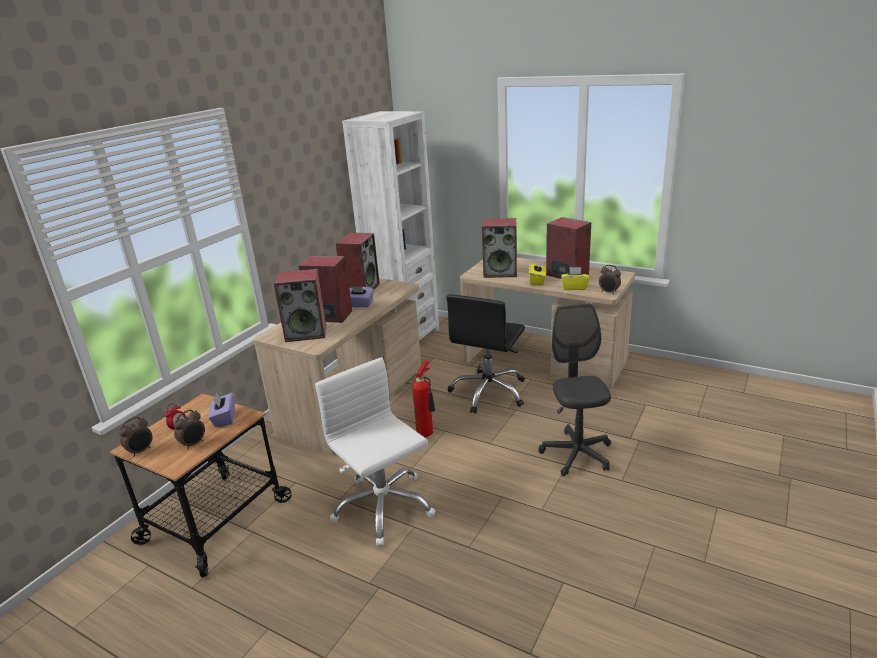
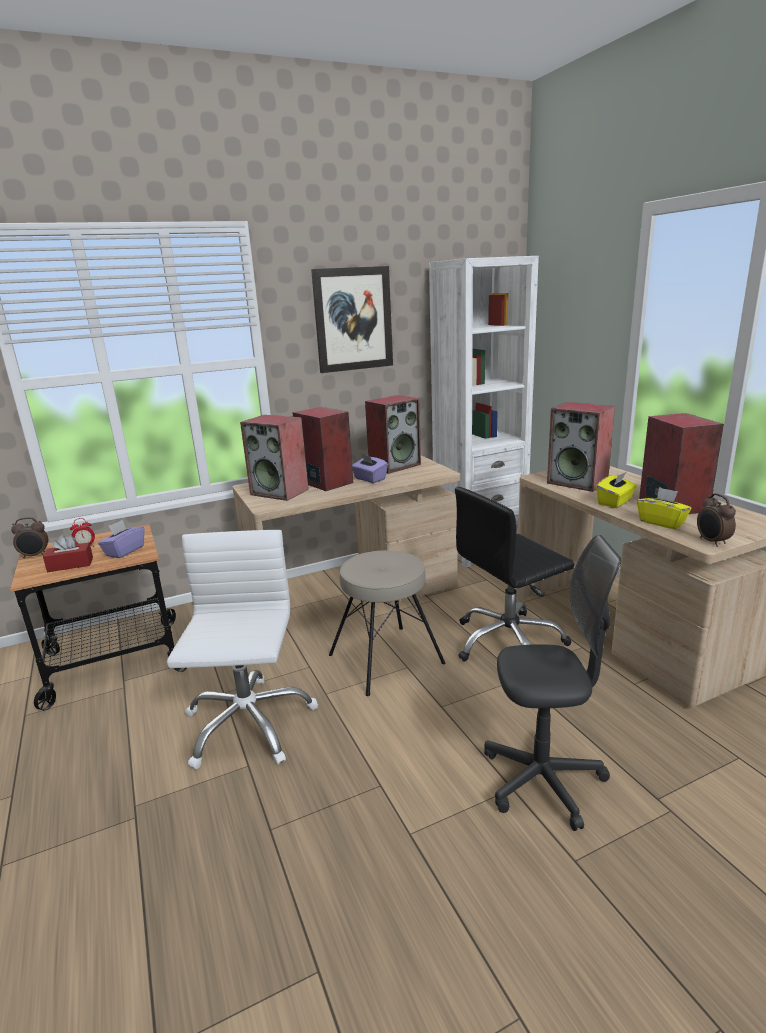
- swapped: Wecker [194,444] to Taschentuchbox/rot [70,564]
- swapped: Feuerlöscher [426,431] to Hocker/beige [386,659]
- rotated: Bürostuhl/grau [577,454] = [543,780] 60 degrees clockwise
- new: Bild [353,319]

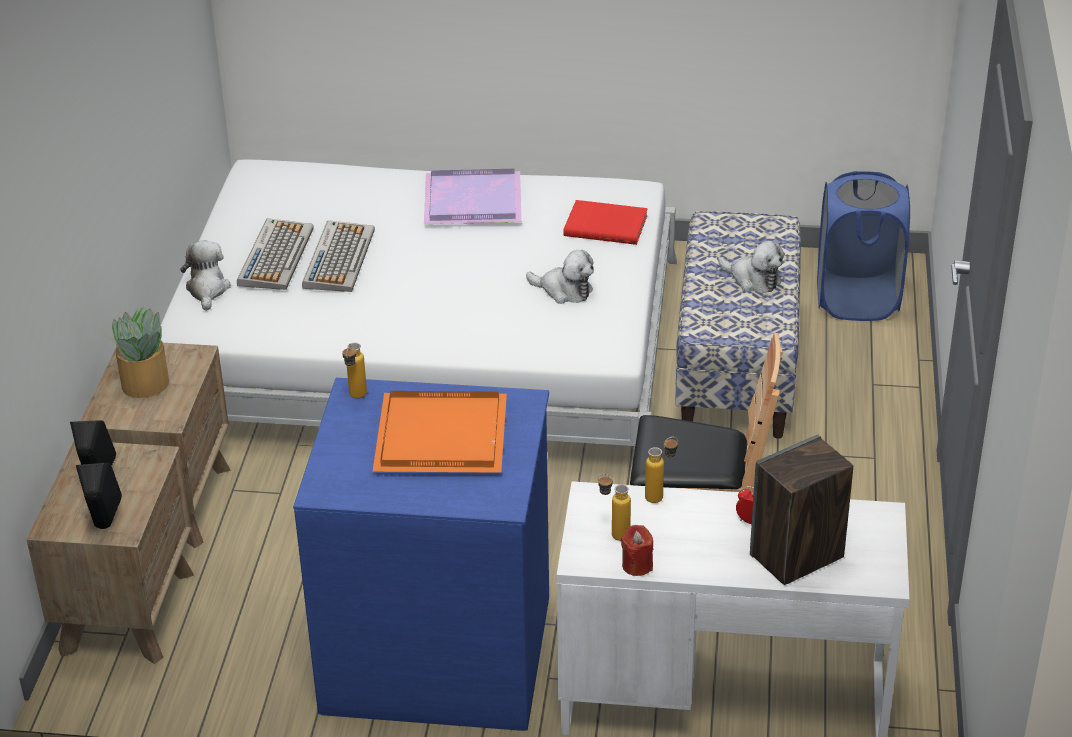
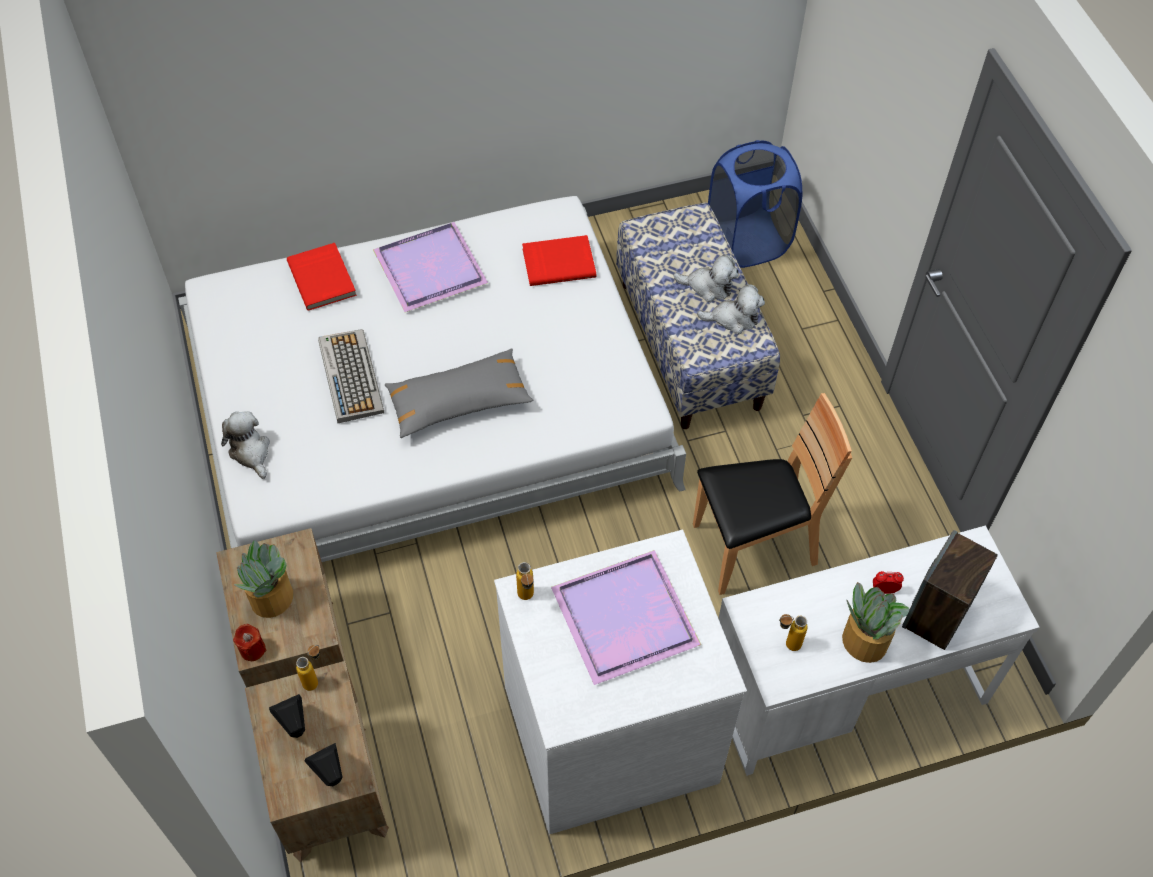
- gone: Tastatur [275,256]
- repainted: Kommode/blau [438,651] to Kommode/weiß [609,730]
- repainted: Tablett/orange [443,438] to Tablett/lila [627,619]
- shifted: Plüschtier [564,291] to [733,318]
- shifted: Kerze/rot [637,565] to [252,649]
- shifted: Flasche [661,496] to [315,679]
- new: Buch/rot [323,278]
- new: Kissen/grau [458,401]
- new: Topfpflanze [864,640]

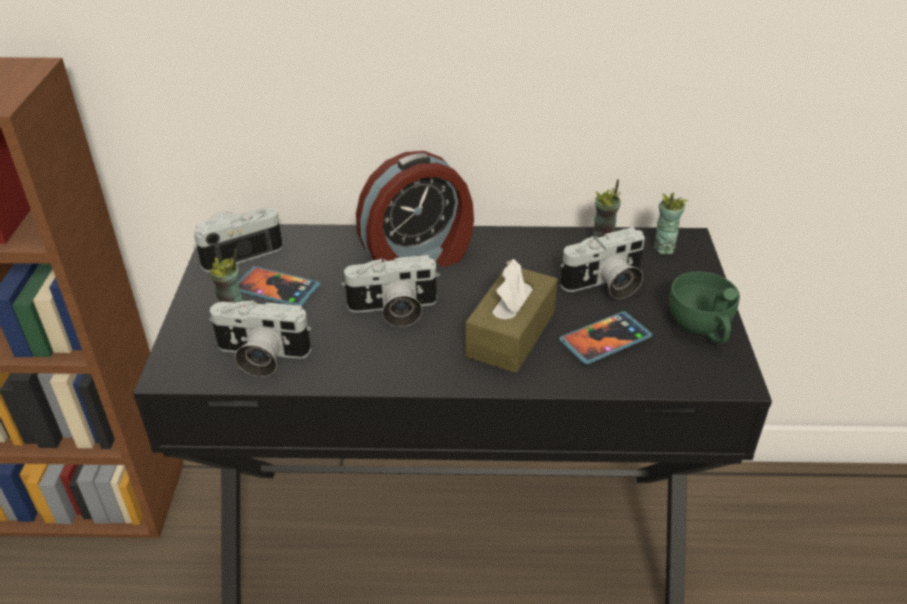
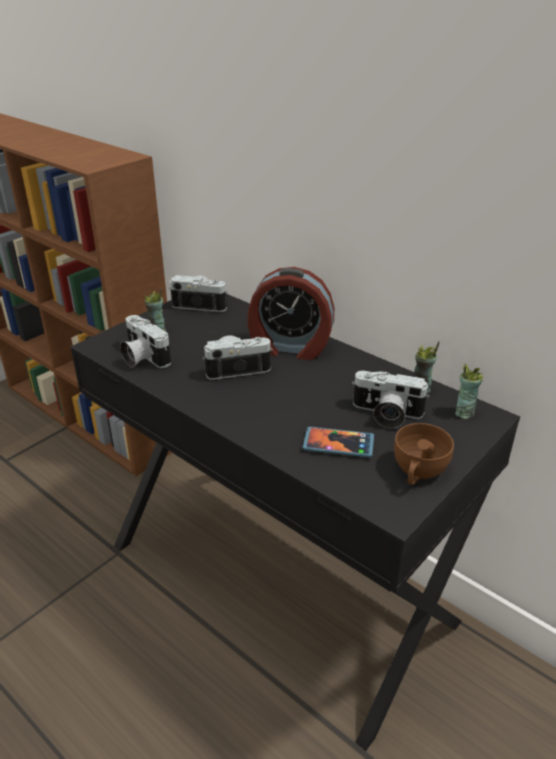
- gone: Handy [276,289]
- rotated: Kamera [393,311] = [237,368] 135 degrees clockwise
- gone: Taschentuchbox/braun [511,334]
- repainted: Tasse/grün [702,328] to Tasse/braun [418,472]

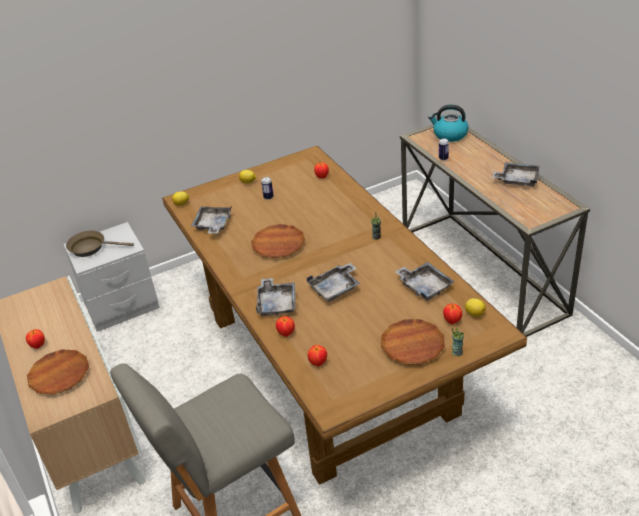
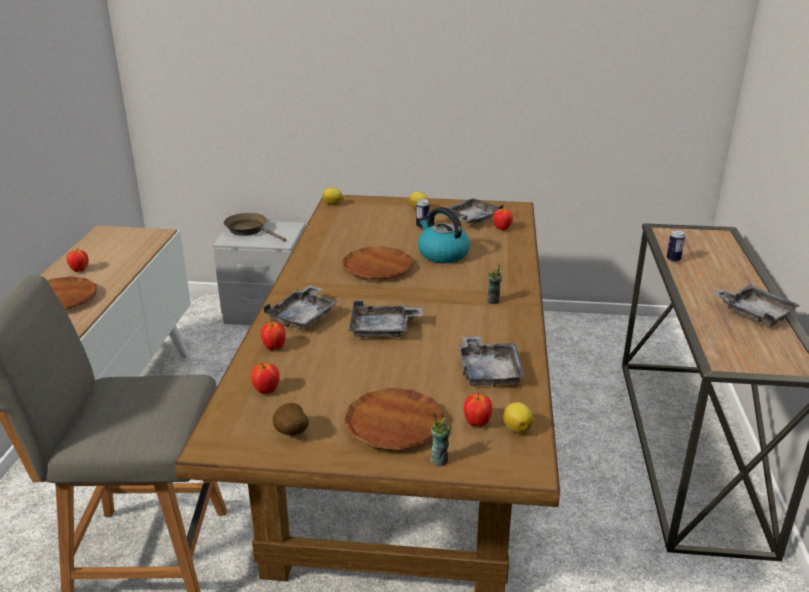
- shifted: Tablett/grau [213,225] to [473,219]
- shifted: Wasserkessel [449,135] to [442,254]
- new: Kartoffel [291,434]

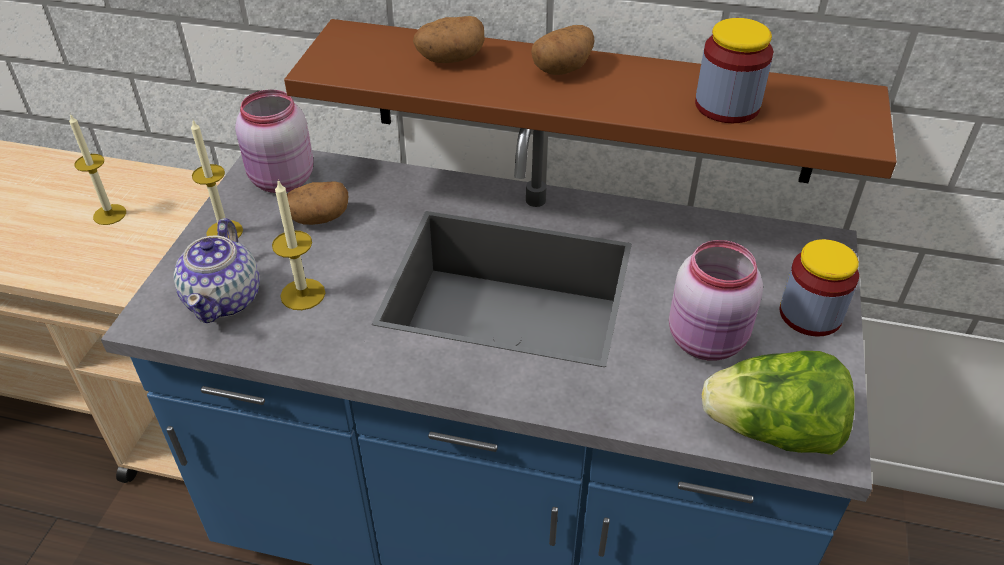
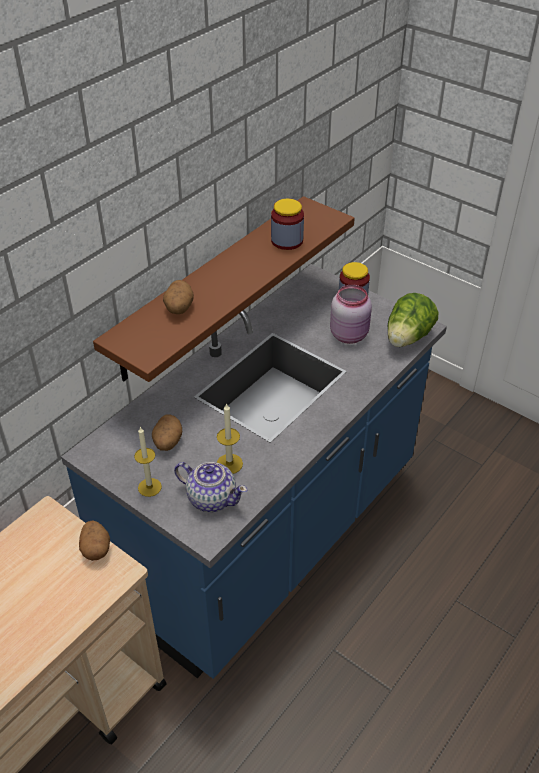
- gone: Kerze [109,214]
- gone: Vorratsglas/rosa [281,181]
- shifted: Kartoffel [563,69] to [96,548]

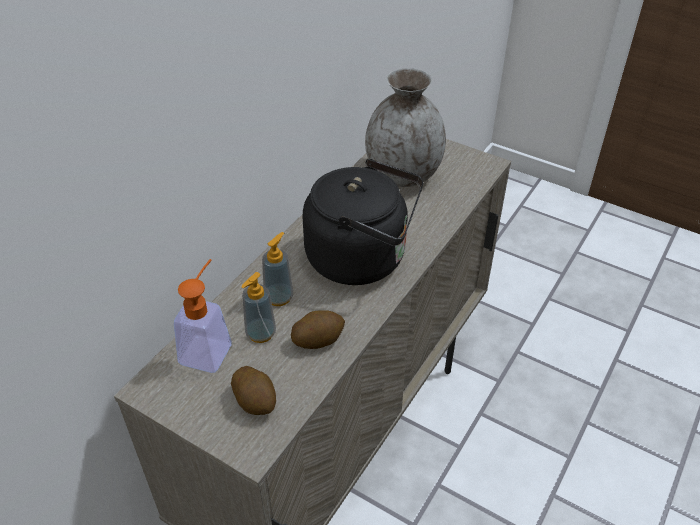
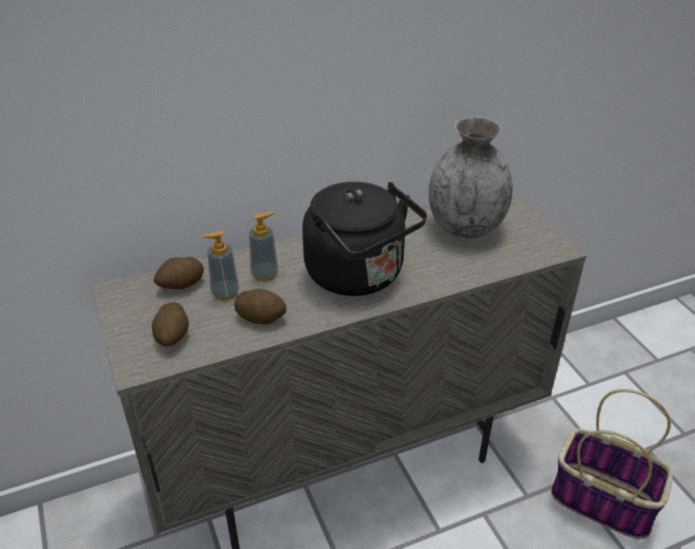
- swapped: Seifenspender [209,347] to Kartoffel [181,285]
- new: Korb [604,501]

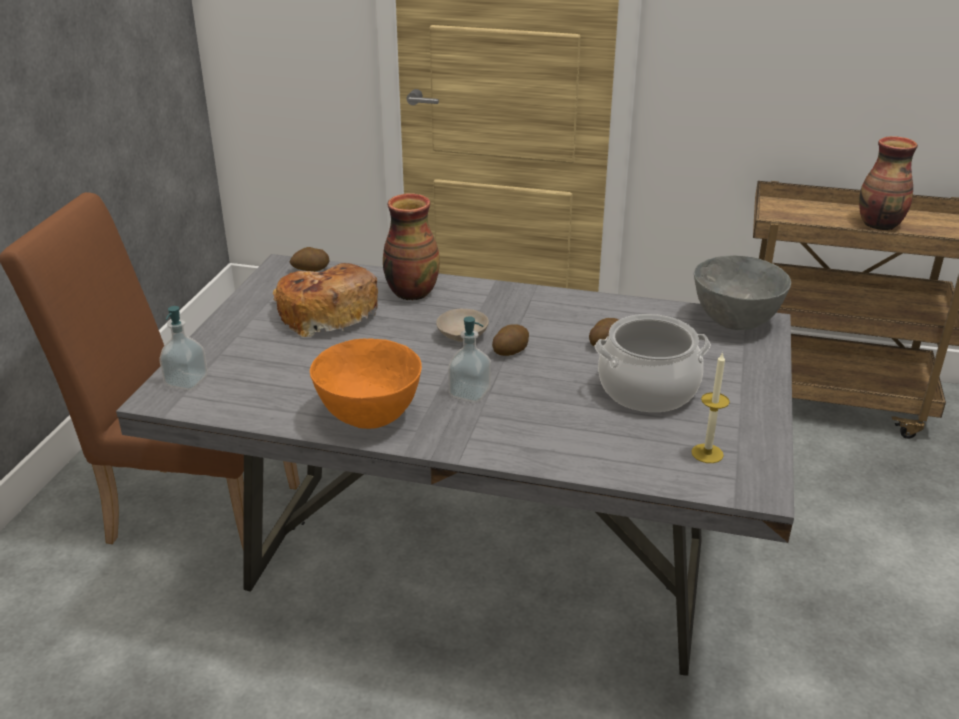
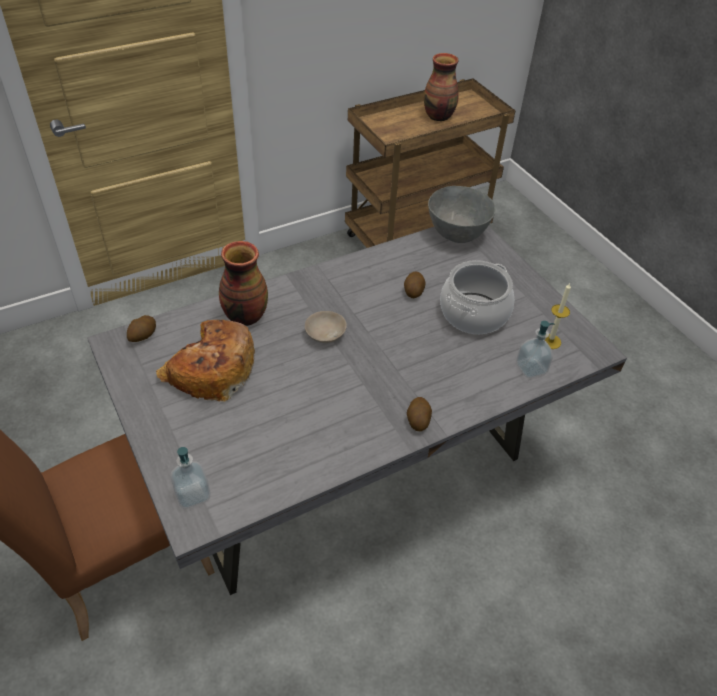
- gone: Schüssel/orange [370,417]
- shifted: Seifenspender [469,393] to [531,368]
- shifted: Kartoffel [510,350] to [418,420]

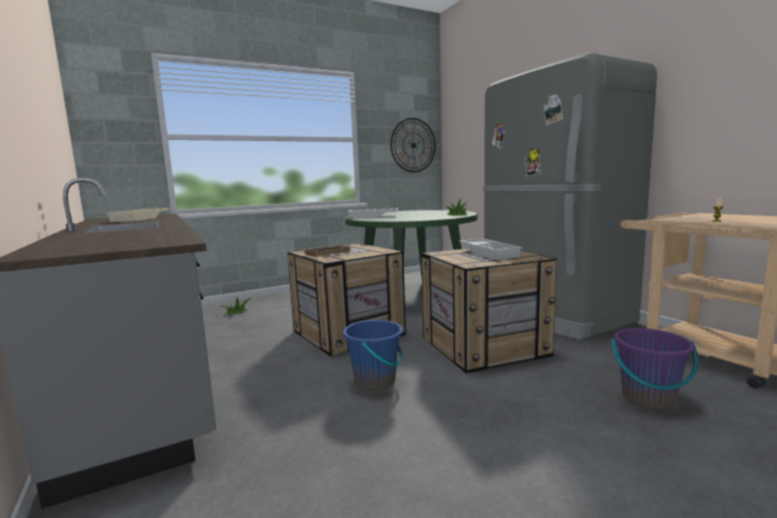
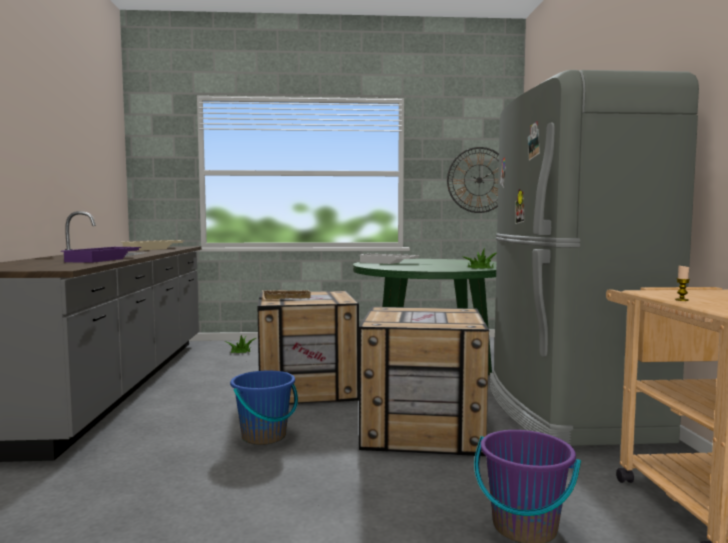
- gone: Tablett/weiß [489,253]
- new: Tablett/lila [104,259]

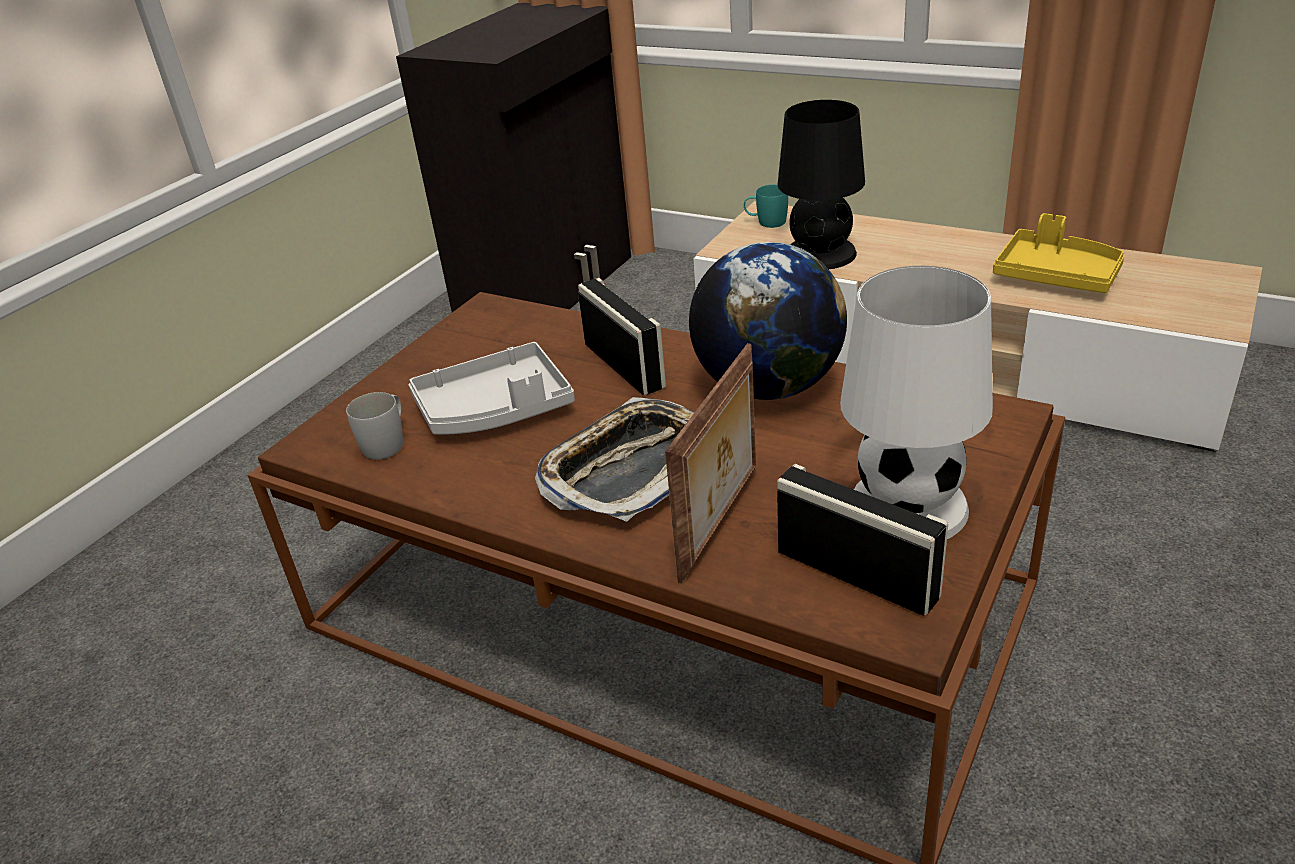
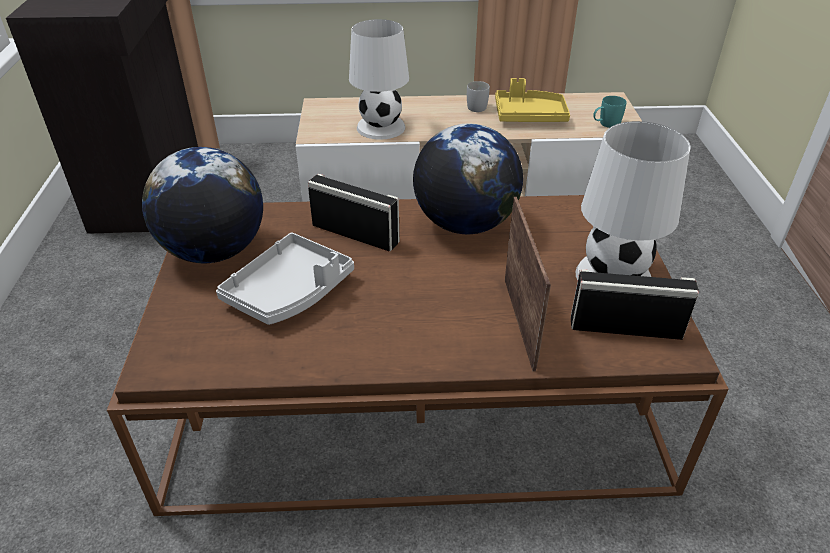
- shifted: Henkelbecher/weiß [387,442] to [475,106]
- gone: Tablett [633,469]
- shifted: Henkelbecher/türkis [766,222] to [605,124]
- repainted: Tischlampe/schwarz [819,254] to Tischlampe/weiß [380,127]
- new: Globus [214,251]

